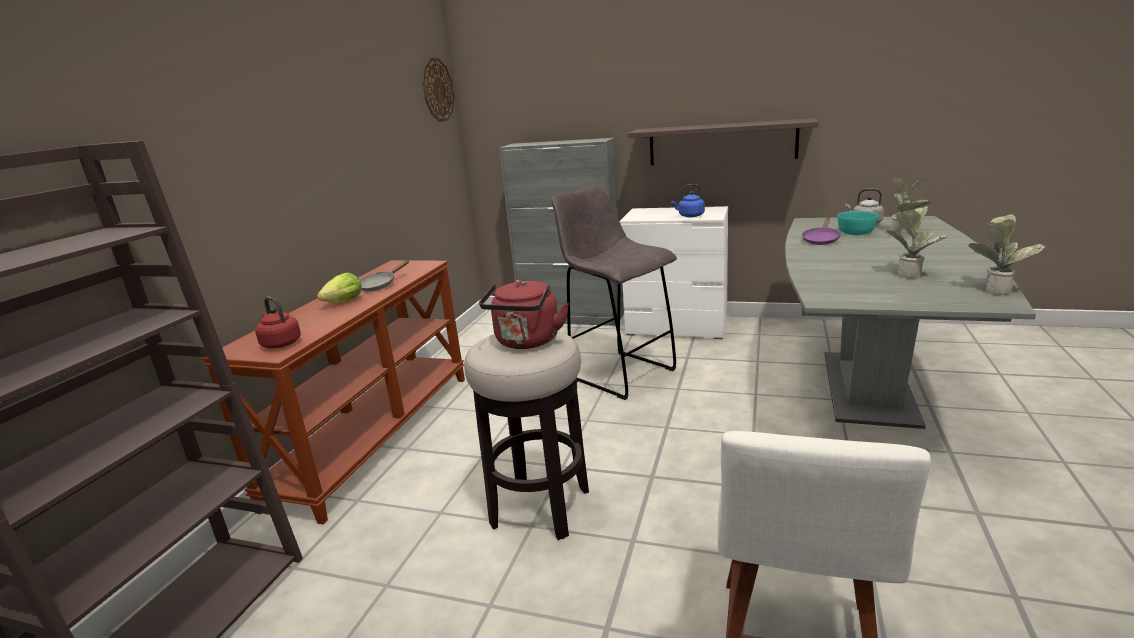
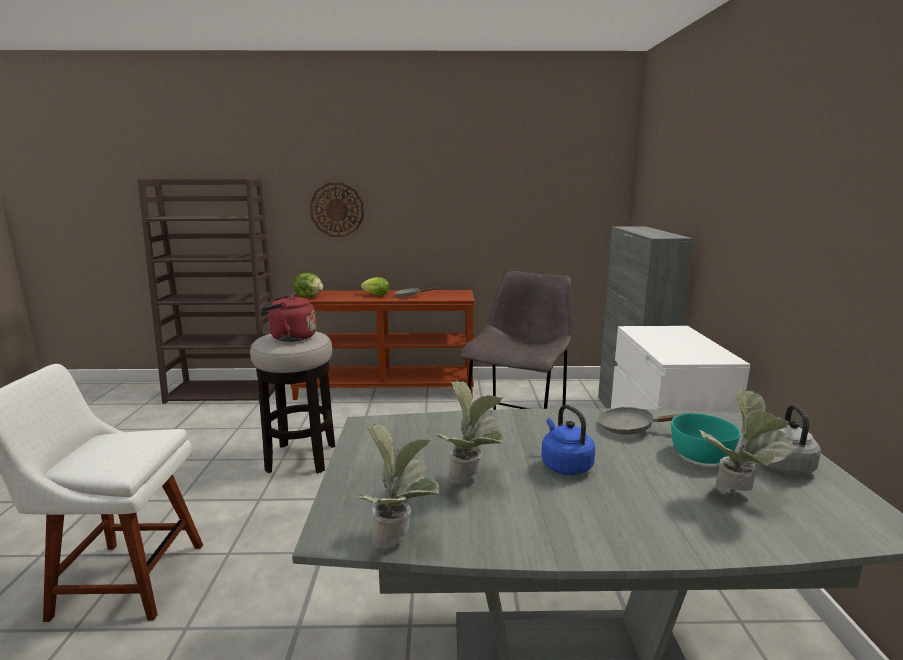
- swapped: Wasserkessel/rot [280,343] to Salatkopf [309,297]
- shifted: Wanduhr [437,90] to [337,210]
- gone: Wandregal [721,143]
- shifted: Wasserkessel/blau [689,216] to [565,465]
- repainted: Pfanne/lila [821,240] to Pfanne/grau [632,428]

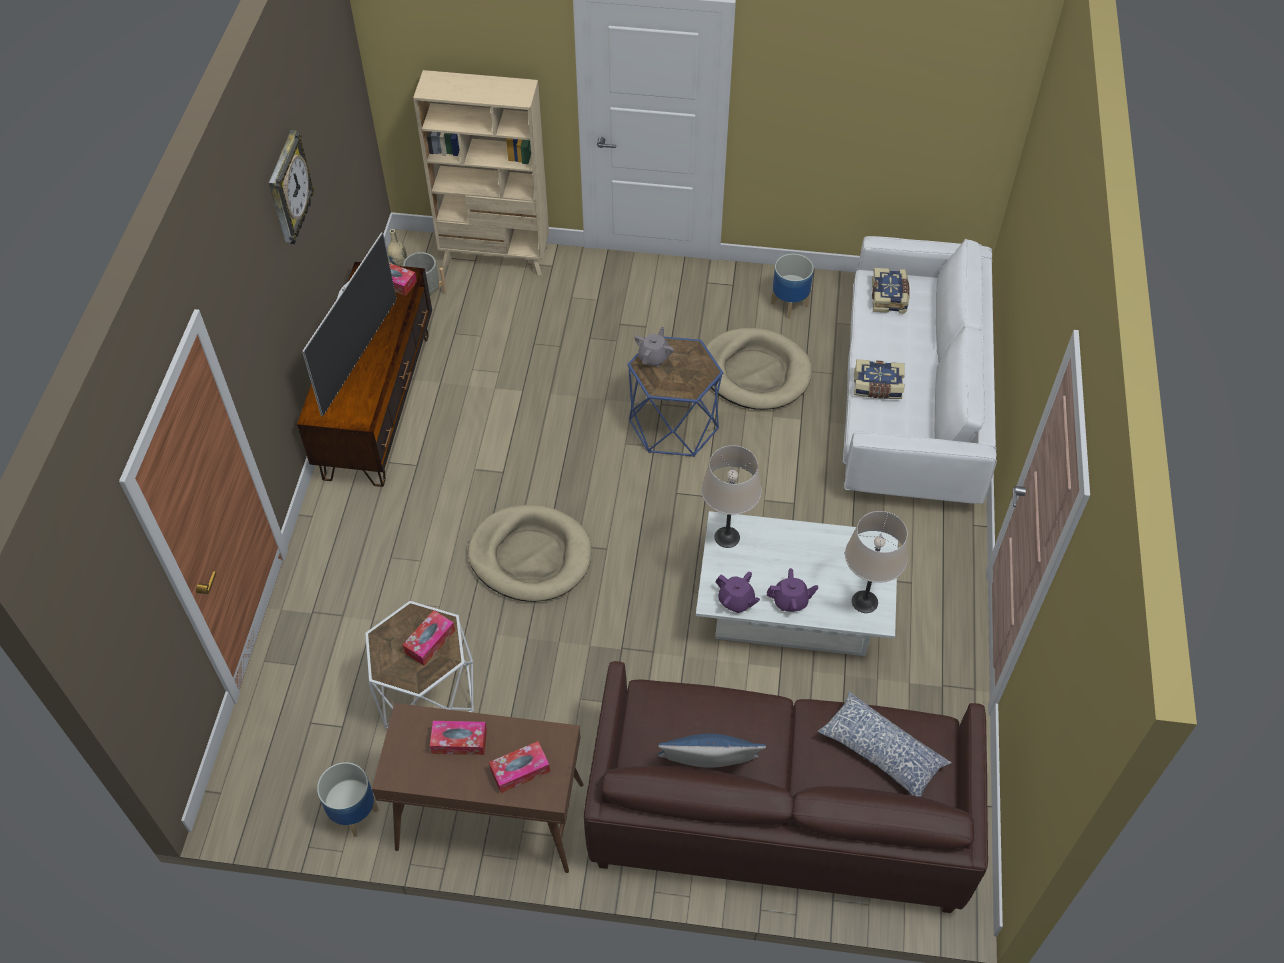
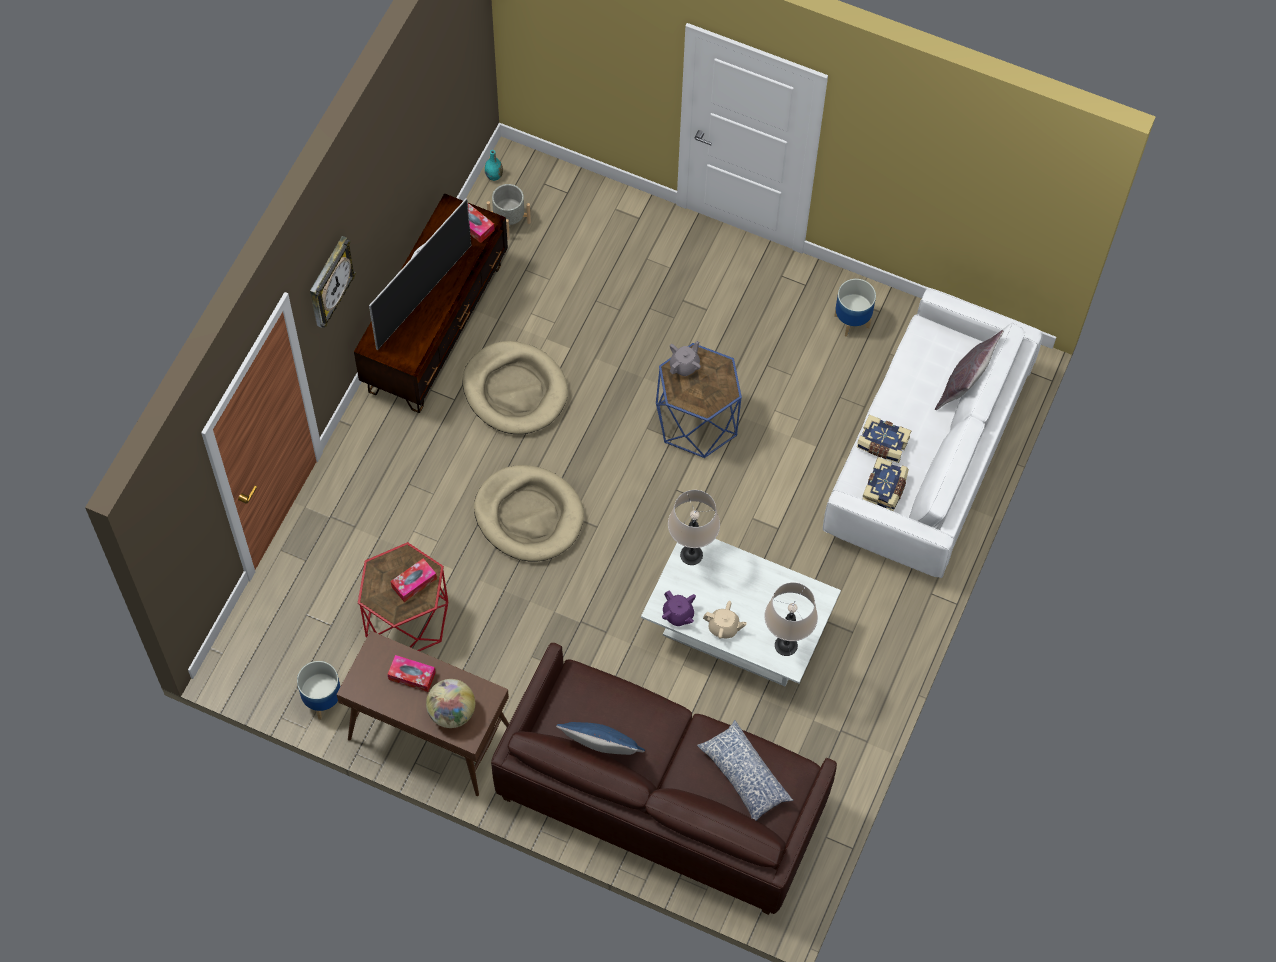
- shifted: Wanduhr [288,190] to [329,283]
- repainted: Beistelltisch/weiß [427,696] to Beistelltisch/rot [407,619]
- repainted: Vase/beige [398,262] to Vase/türkis [494,176]
- gone: Bücherregal/beige [496,257]
- swapped: Taschentuchbox [520,770] to Globus [451,712]
- shifted: Hundebett/beige [755,372] to [515,390]
- repainted: Teekanne/lila [790,601] to Teekanne/beige [723,627]
- shifted: Buch [889,297] to [885,489]
- new: Kissen/grau [964,387]

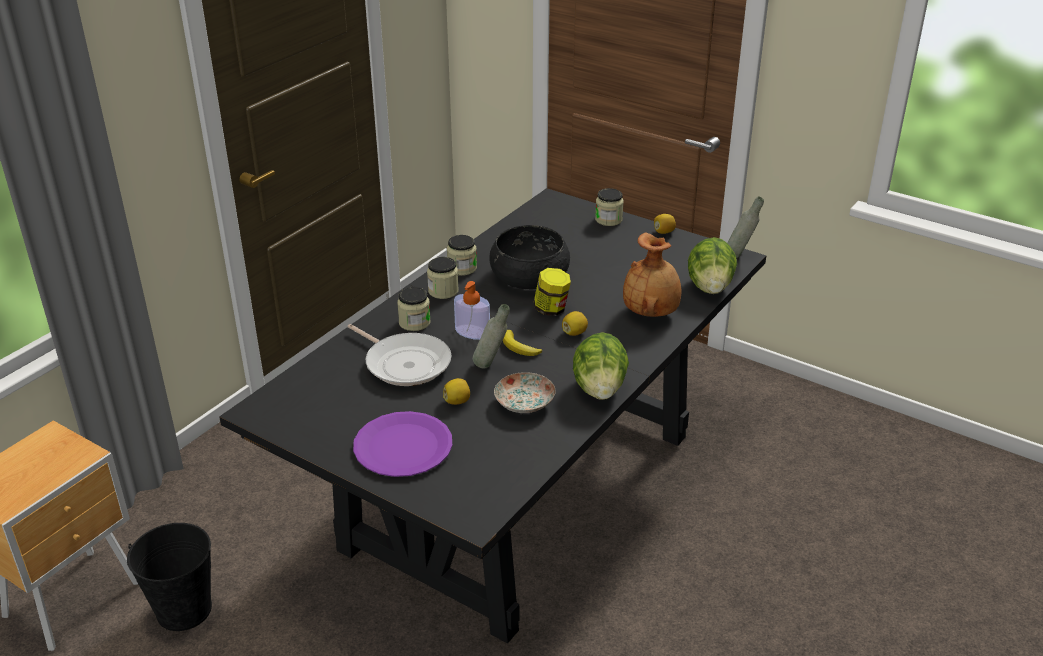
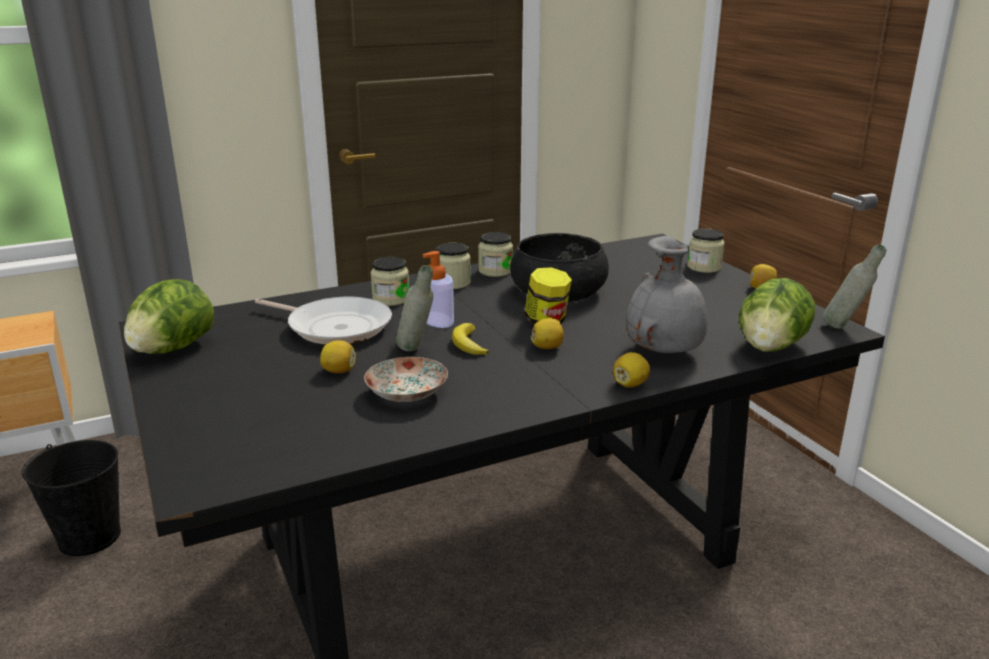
- rotated: Pfanne [405,363] = [335,327] 45 degrees counterclockwise
- gone: Teller/lila [403,446]
- shifted: Salatkopf [600,389] to [172,349]
- repainted: Vase/braun [651,312] to Vase/grau [665,352]
- new: Zitrone [630,384]

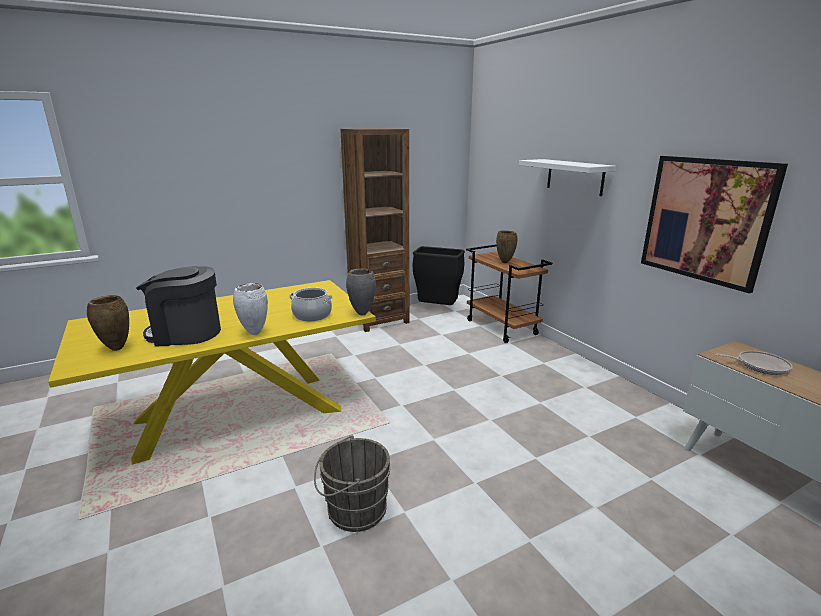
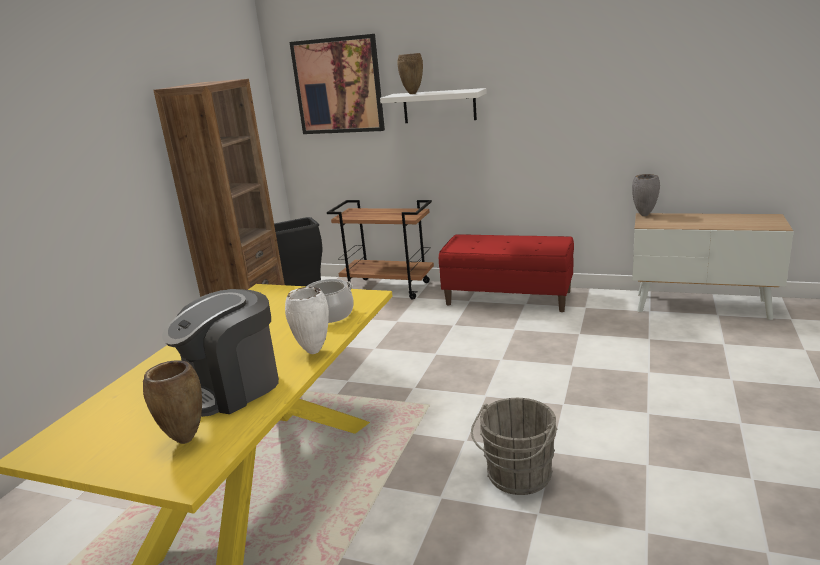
- shifted: Vase/grau [361,314] to [644,215]
- shifted: Vase/braun [505,262] to [412,94]
- shifted: Bild [705,220] to [338,86]
- gone: Pfanne [759,366]
- new: Bank/rot [508,298]

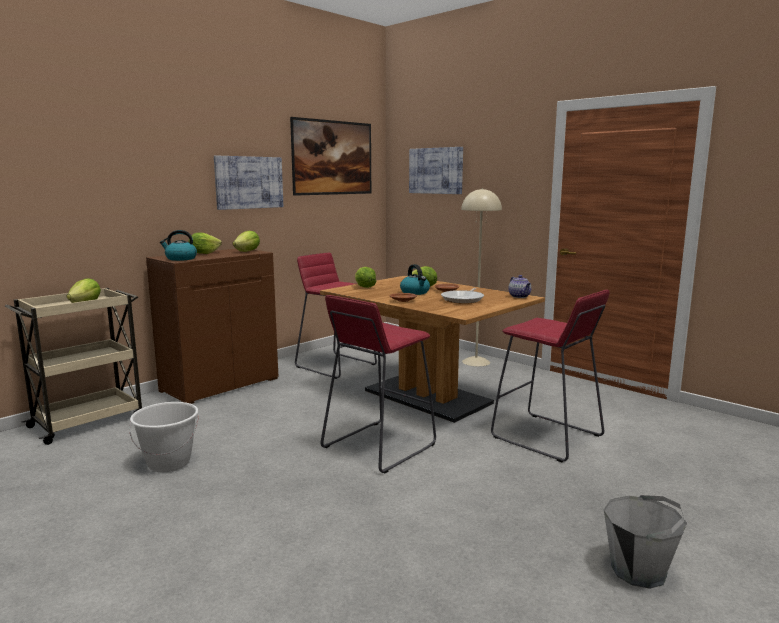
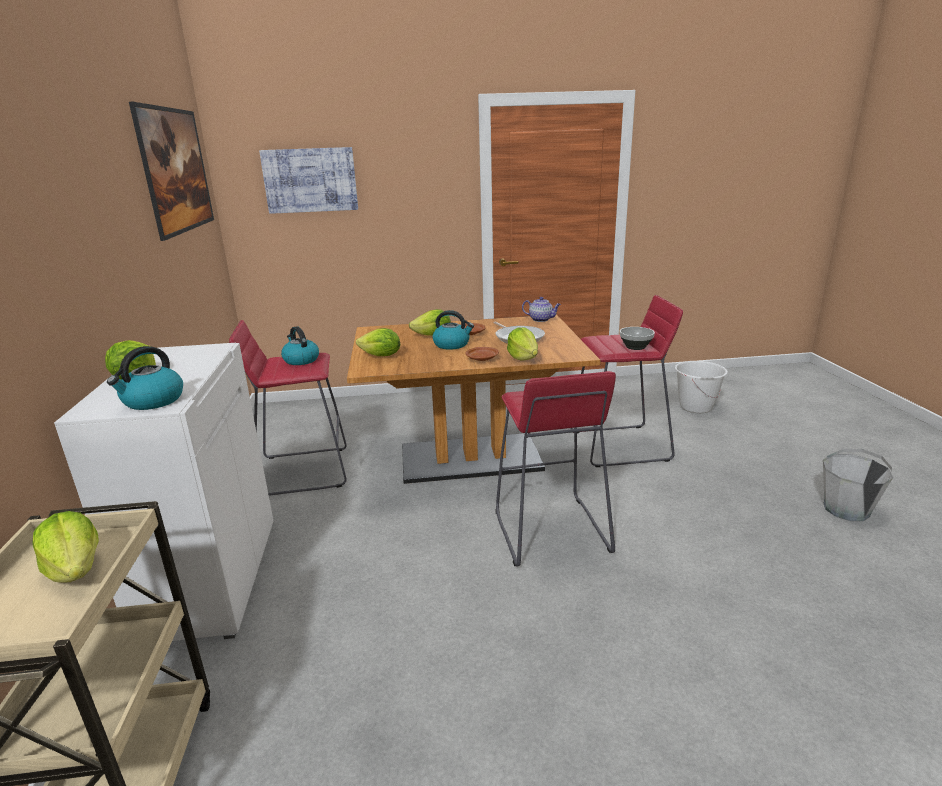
- shifted: Eimer/weiß [169,463] to [695,407]
- repainted: Schrank/braun [220,384] to Schrank/weiß [210,577]
- gone: Bild [249,182]
- shifted: Salatkopf [247,251] to [523,358]
- gone: Stehlampe/beige [476,362]
- new: Wasserkessel [300,360]
- new: Schüssel [636,347]

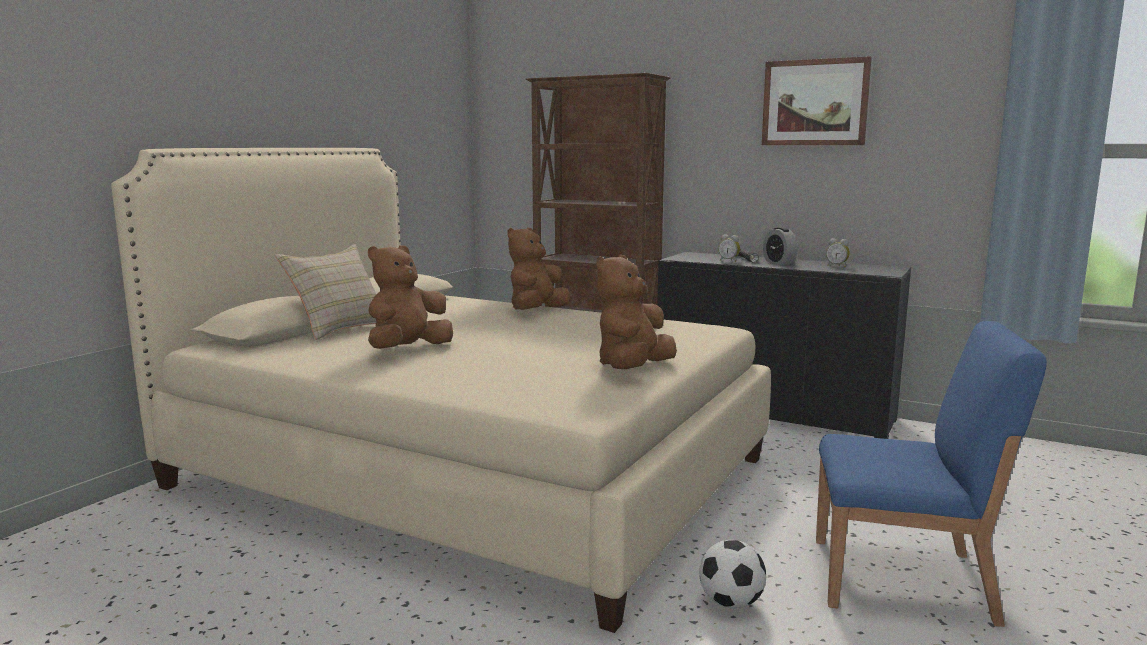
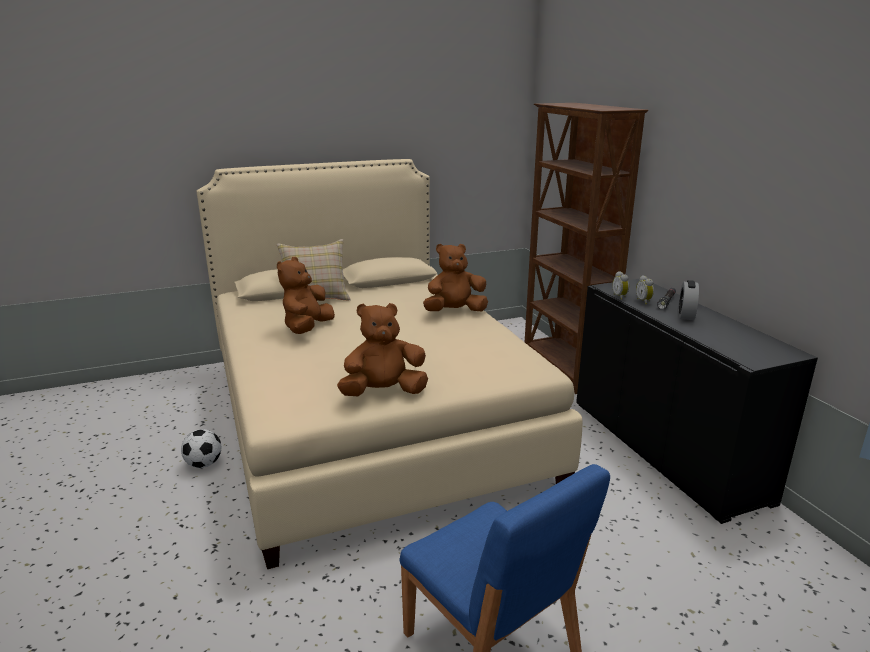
- rotated: Plüschtier/braun [408,350] = [307,328] 60 degrees counterclockwise
- shifted: Fußball [731,603] to [204,464]
- gone: Bild [815,102]
- shifted: Wecker [837,266] to [620,296]

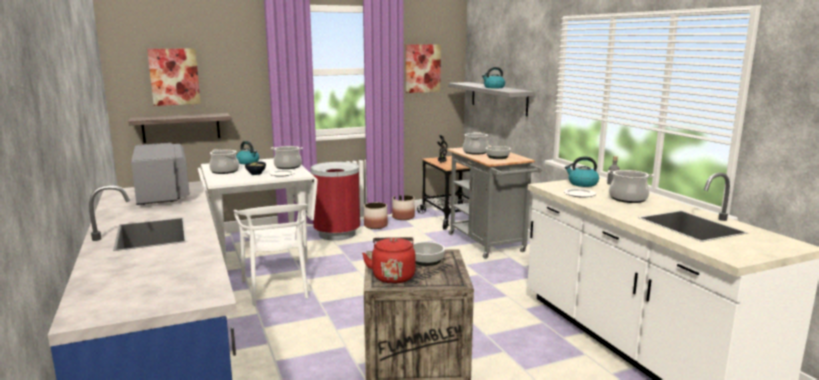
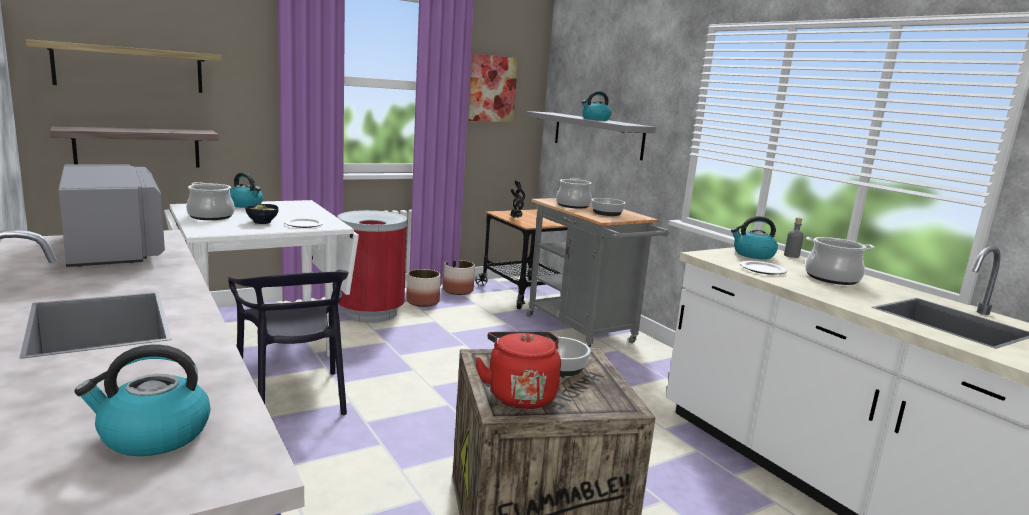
- swapped: Bild [174,76] to Wandregal [129,68]
- repainted: Stuhl/weiß [277,288] to Stuhl/schwarz [294,398]
- gone: Kochtopf [287,167]
- new: Wasserkessel [153,435]

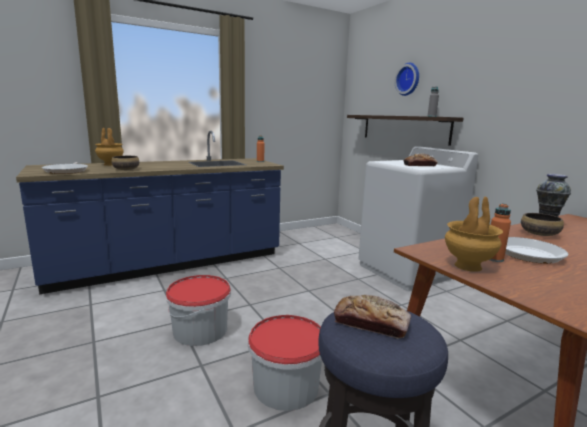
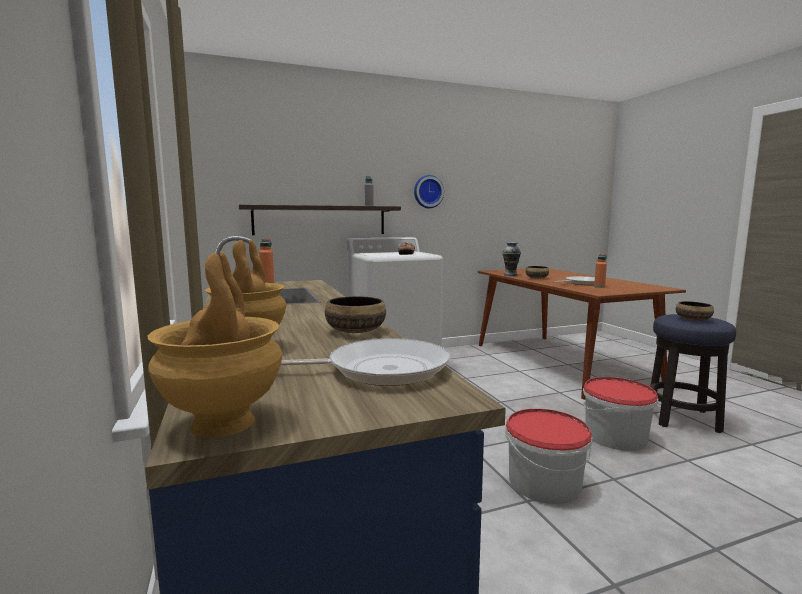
- swapped: Brot [371,323] to Schüssel [692,319]
- shifted: Wanduhr [408,79] to [428,192]
- shifted: Vase/braun [467,266] to [223,424]

